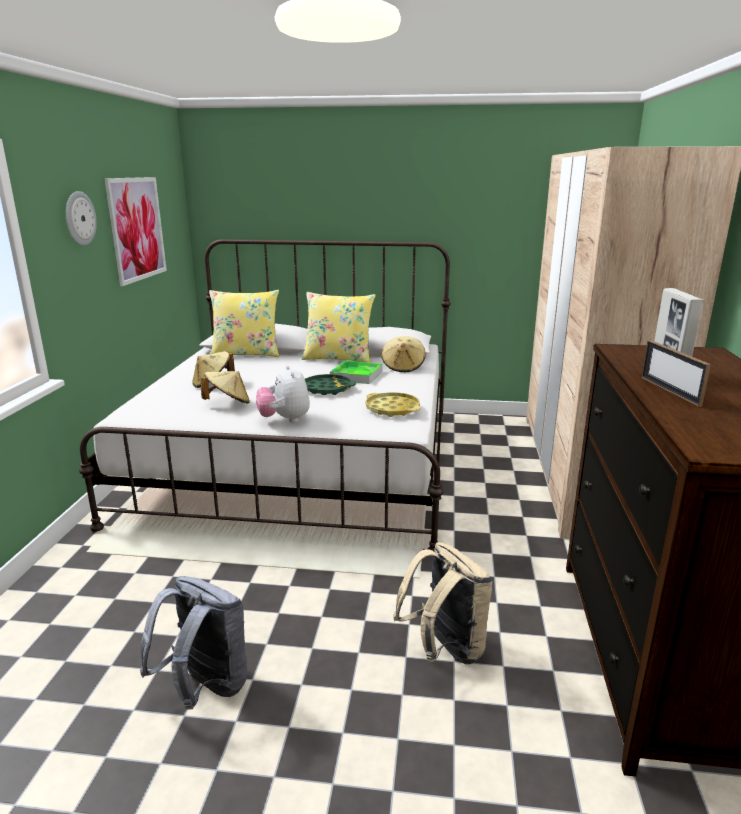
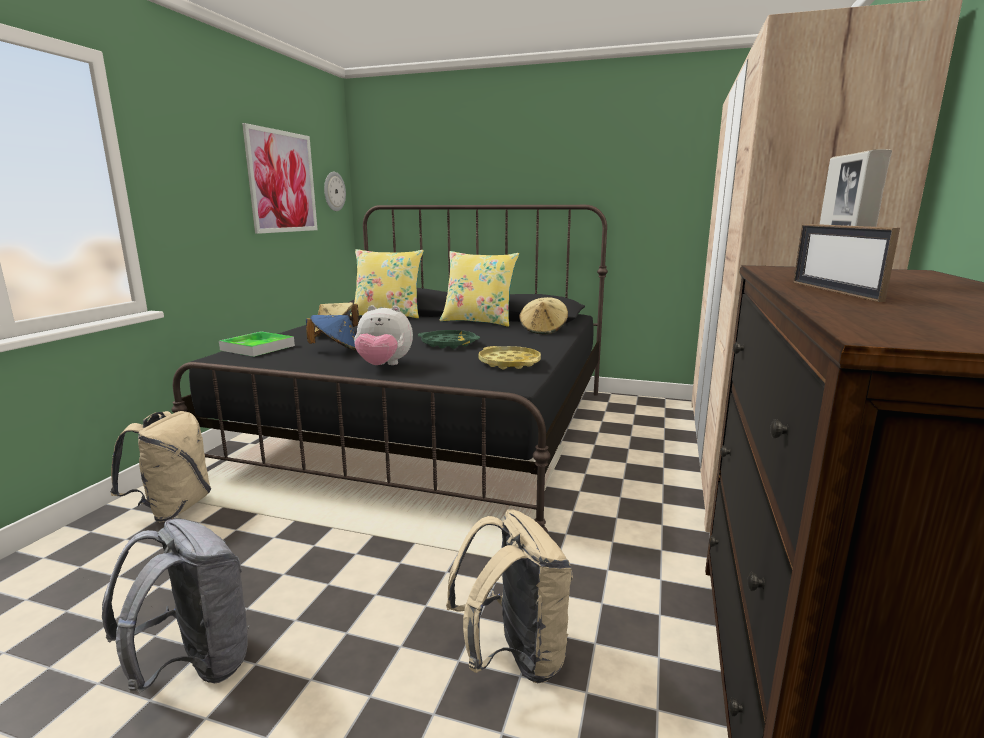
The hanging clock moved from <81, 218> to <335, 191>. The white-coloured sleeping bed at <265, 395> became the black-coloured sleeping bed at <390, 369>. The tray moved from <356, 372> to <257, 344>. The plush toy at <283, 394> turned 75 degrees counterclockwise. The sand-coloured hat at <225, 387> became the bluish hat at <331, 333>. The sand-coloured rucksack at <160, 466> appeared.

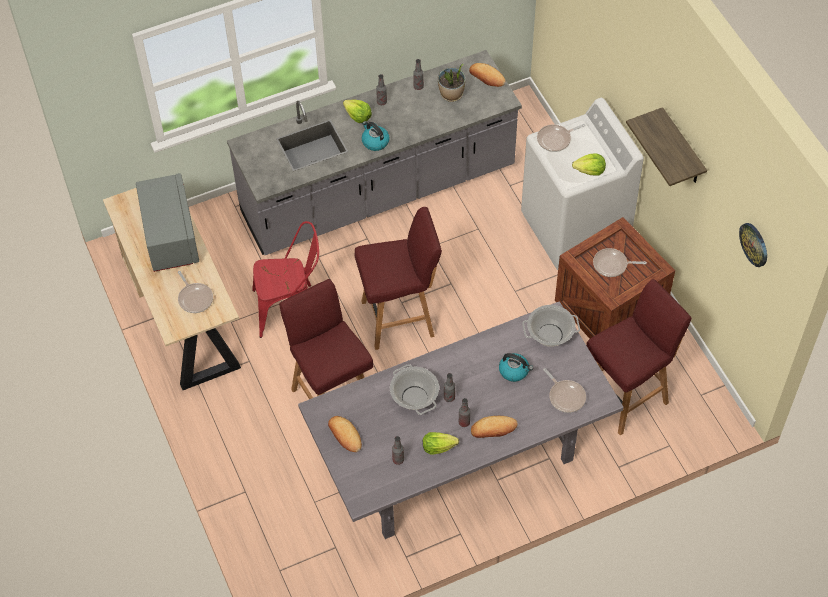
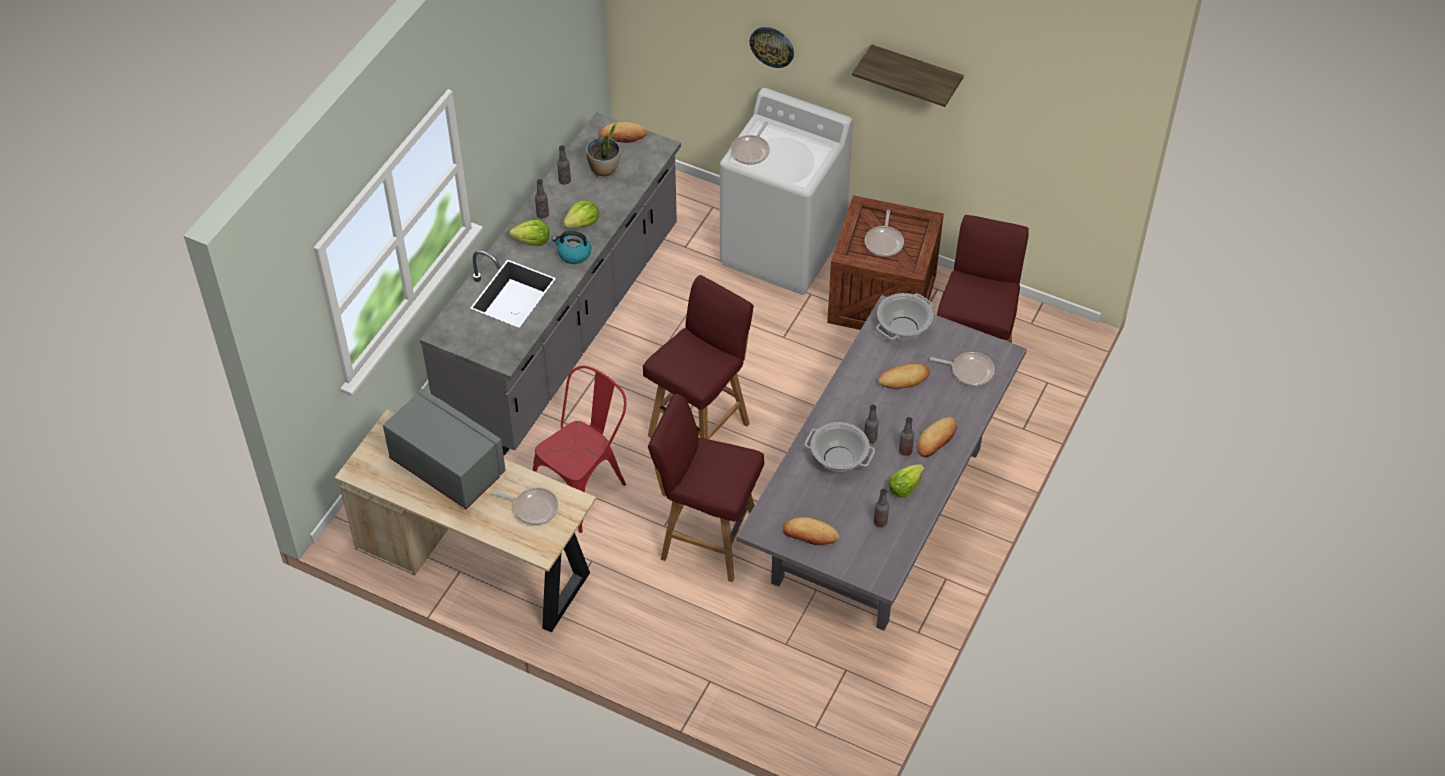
The head of lettuce moved from <589, 164> to <581, 214>. The hanging clock moved from <753, 245> to <771, 47>. The frying pan at <620, 262> turned 45 degrees counterclockwise. The kettle at <516, 367> was replaced by the bakery bread at <904, 376>.

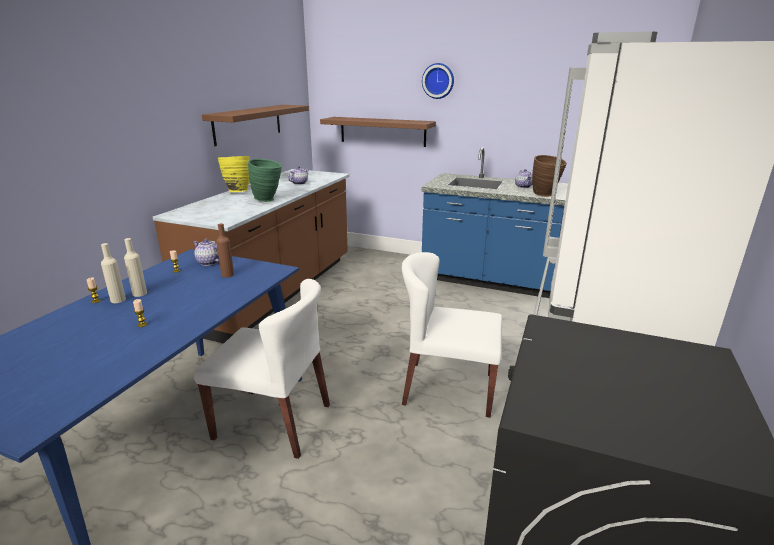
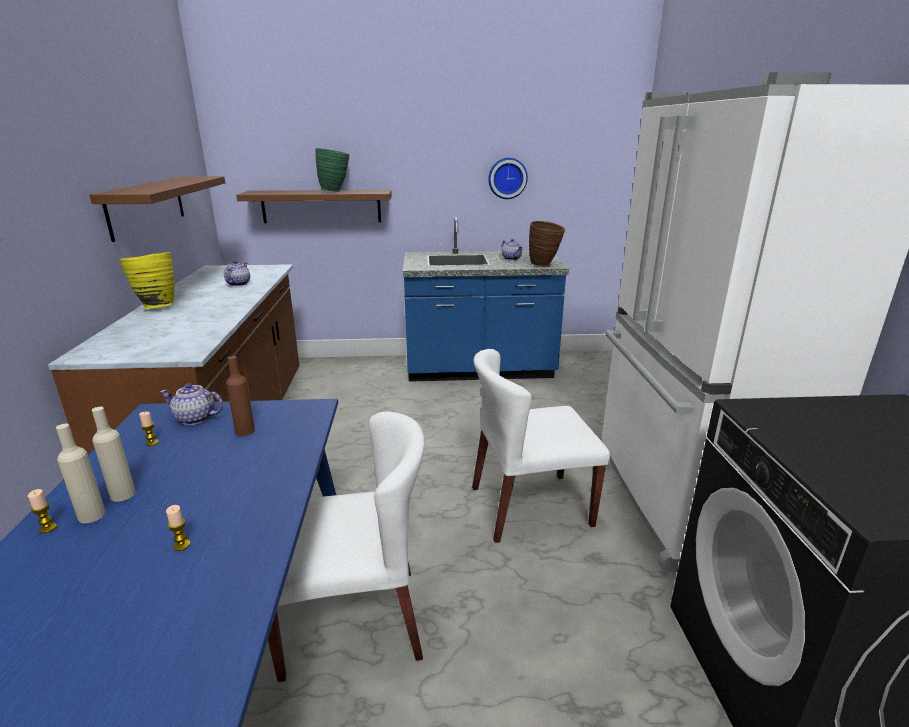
The hanging clock moved from <438, 81> to <508, 178>. The green-coloured decorative vase moved from <265, 180> to <332, 170>.

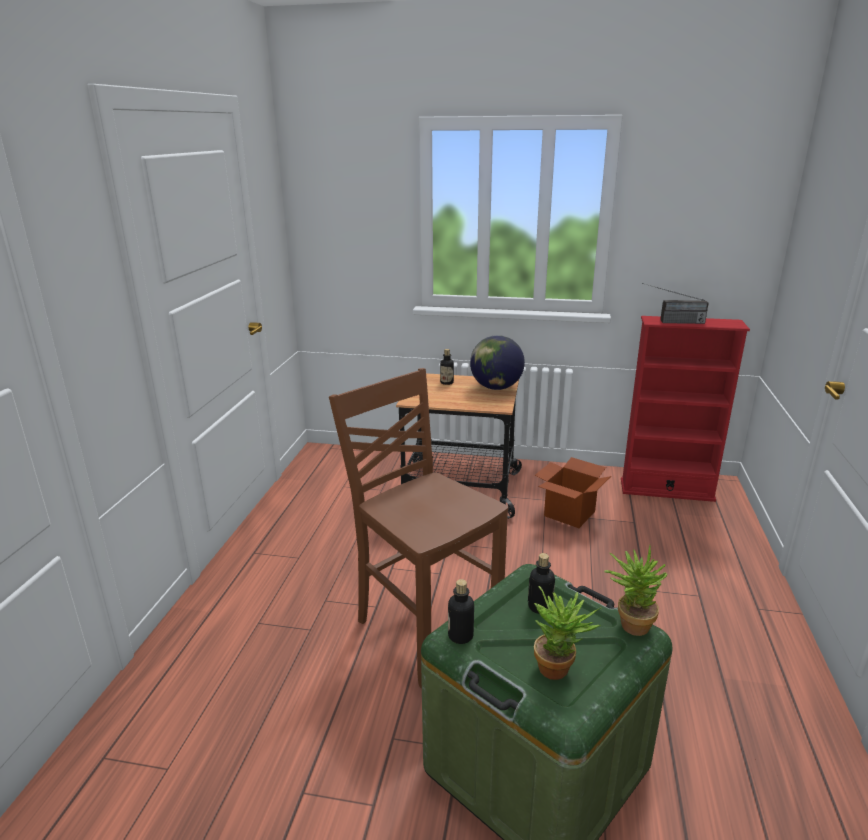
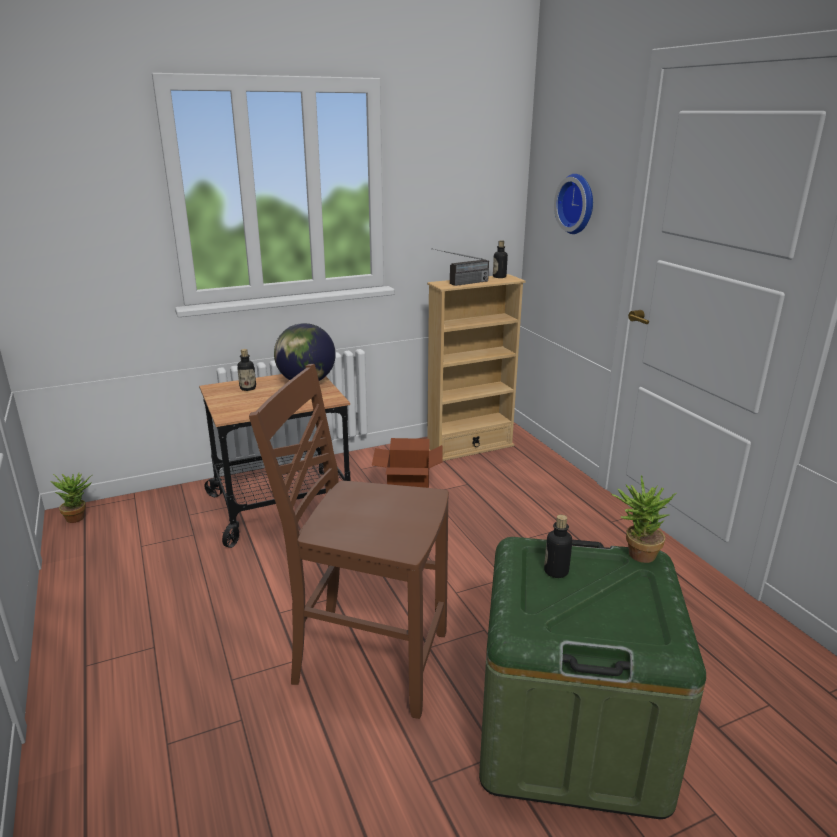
The red bookshelf at <685, 409> became the sand-coloured bookshelf at <476, 367>. The beverage bottle moved from <461, 611> to <500, 259>. The potted plant moved from <567, 633> to <71, 498>. The hanging clock at <573, 204> appeared.

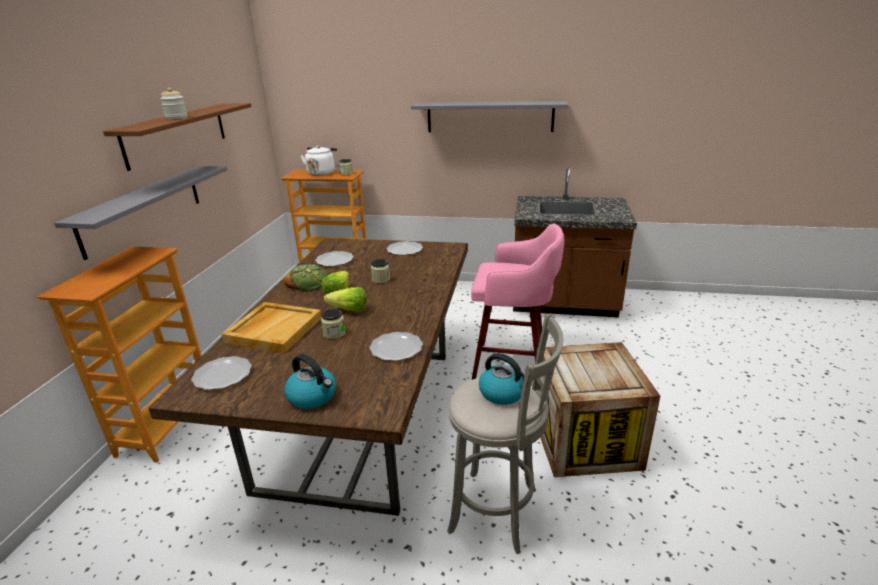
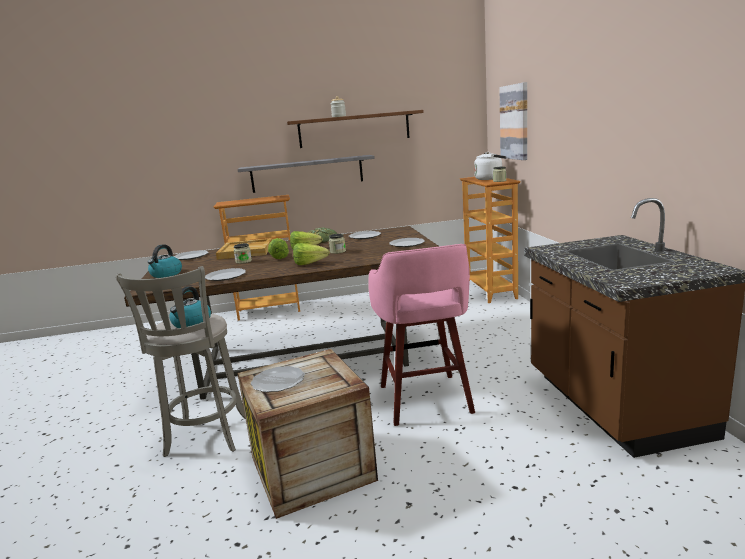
The gray shelf at <489, 116> disappeared. The wall art at <513, 121> appeared. The head of lettuce at <311, 254> appeared. The flat dish at <278, 379> appeared.

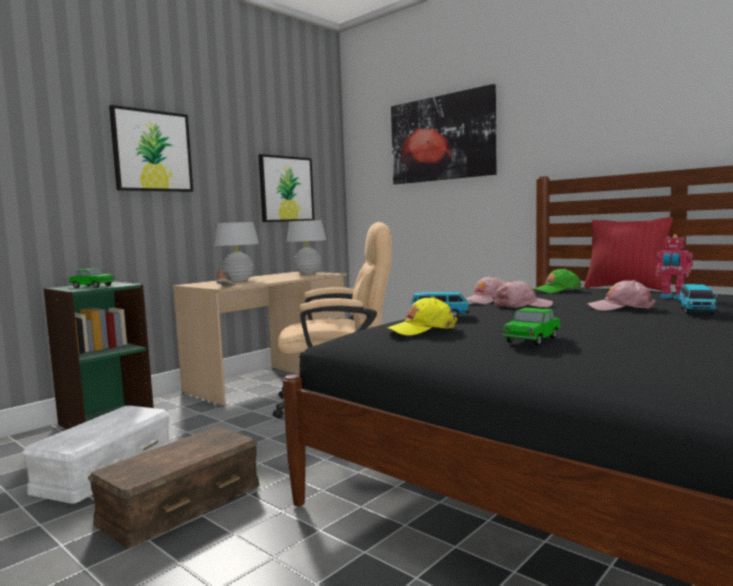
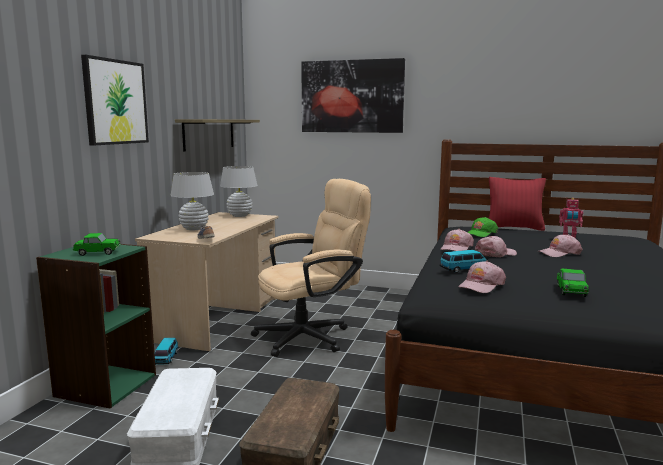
The wall art at <286, 188> was replaced by the shelf at <217, 135>. The toy car moved from <697, 299> to <167, 351>. The yellow-coloured peaked cap at <422, 316> became the pinkish peaked cap at <482, 277>.

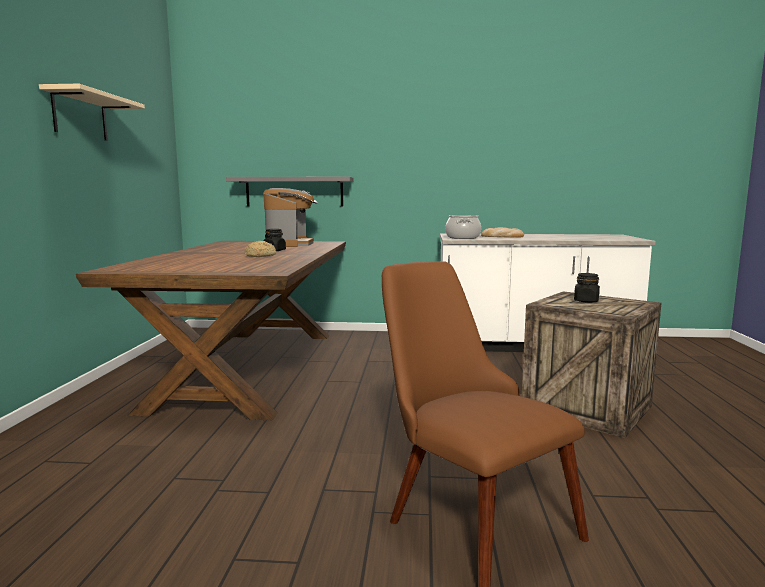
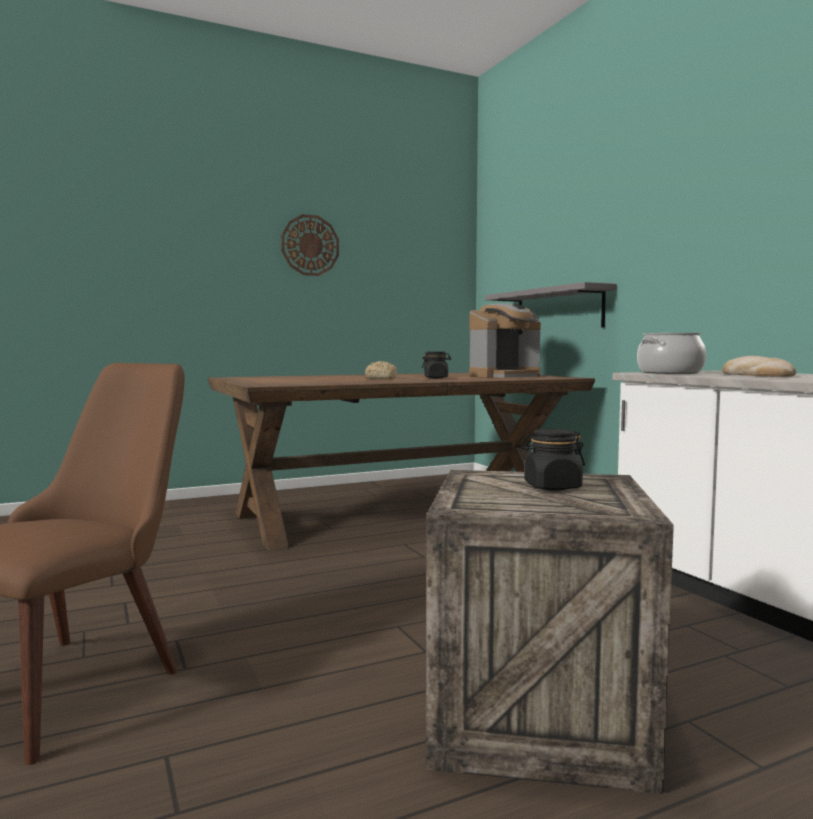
The sand-coloured shelf at <92, 112> was replaced by the hanging clock at <310, 245>.

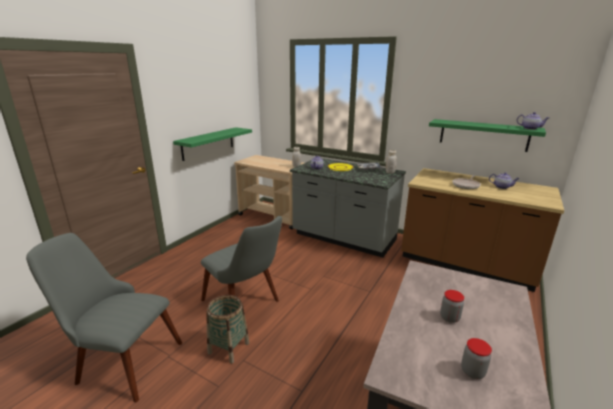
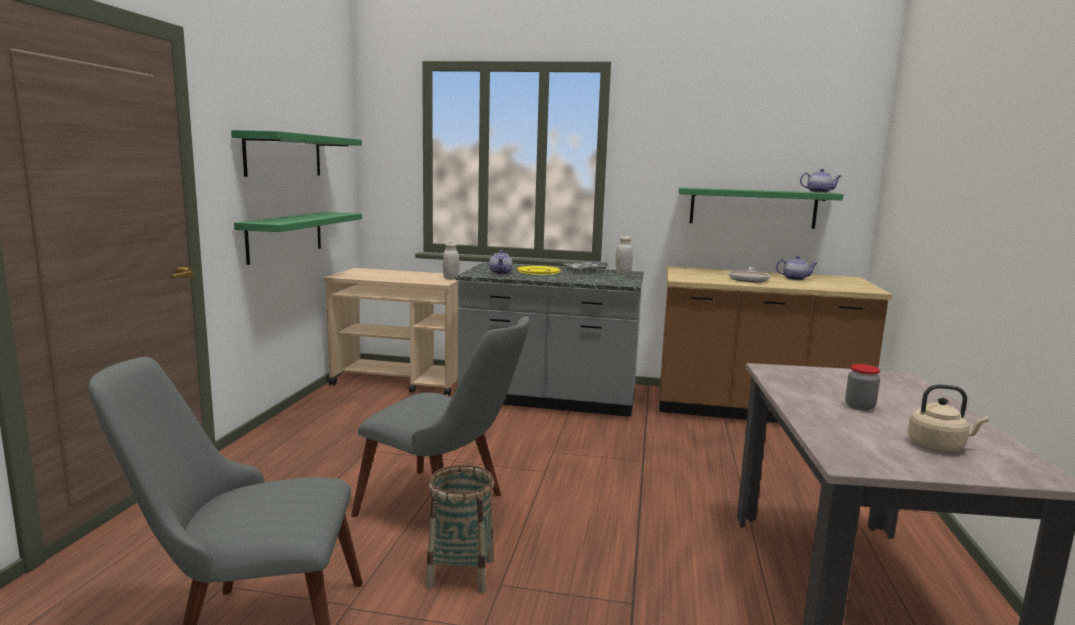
The preserve jar at <476, 358> was replaced by the sand-coloured kettle at <948, 417>. The green-coloured shelf at <296, 153> appeared.

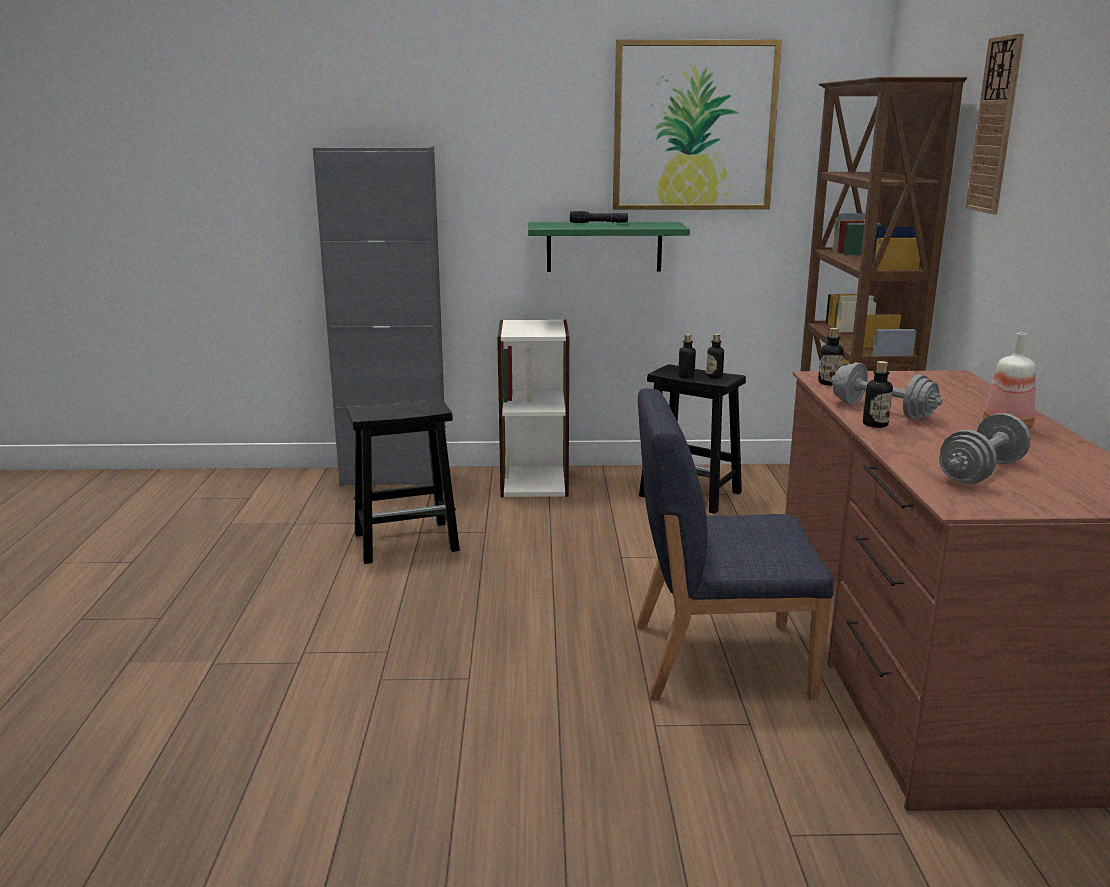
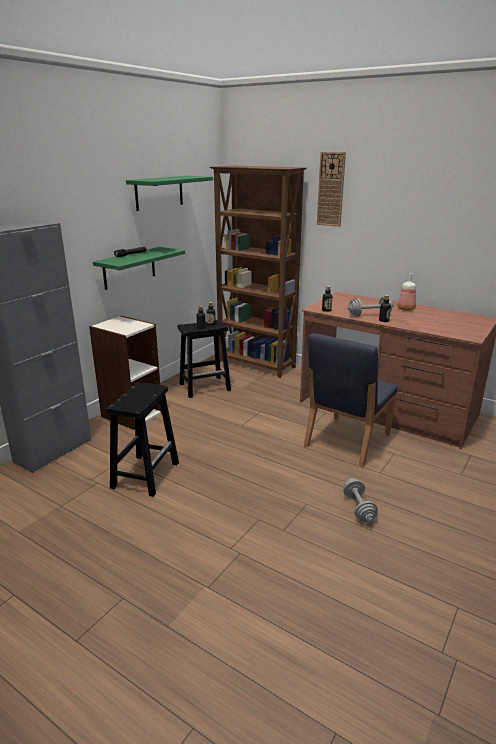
The wall art at <697, 125> was replaced by the green-coloured shelf at <169, 193>. The gray hand weight moved from <985, 448> to <360, 501>.

